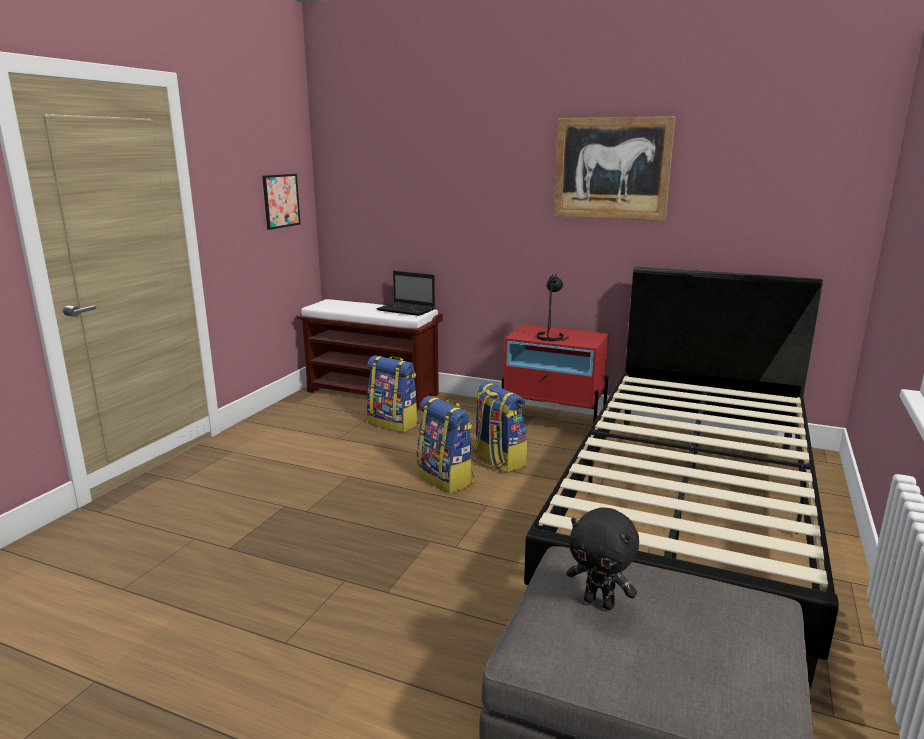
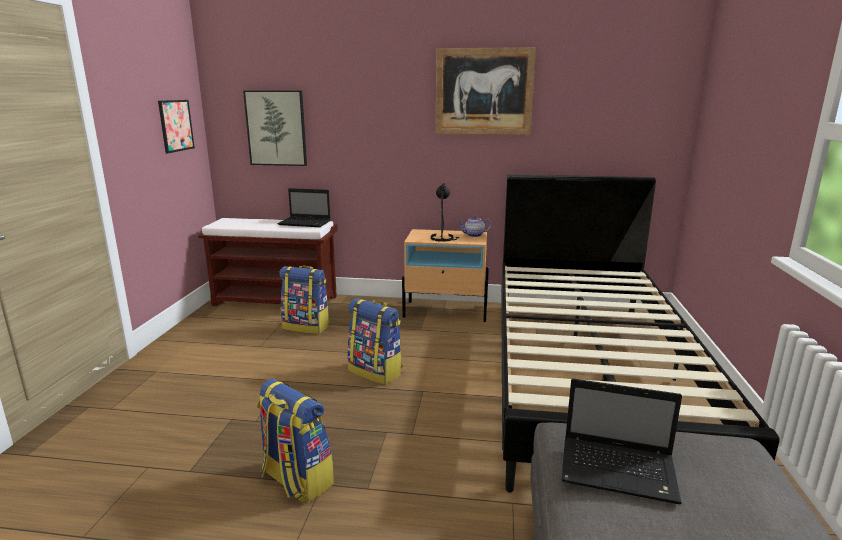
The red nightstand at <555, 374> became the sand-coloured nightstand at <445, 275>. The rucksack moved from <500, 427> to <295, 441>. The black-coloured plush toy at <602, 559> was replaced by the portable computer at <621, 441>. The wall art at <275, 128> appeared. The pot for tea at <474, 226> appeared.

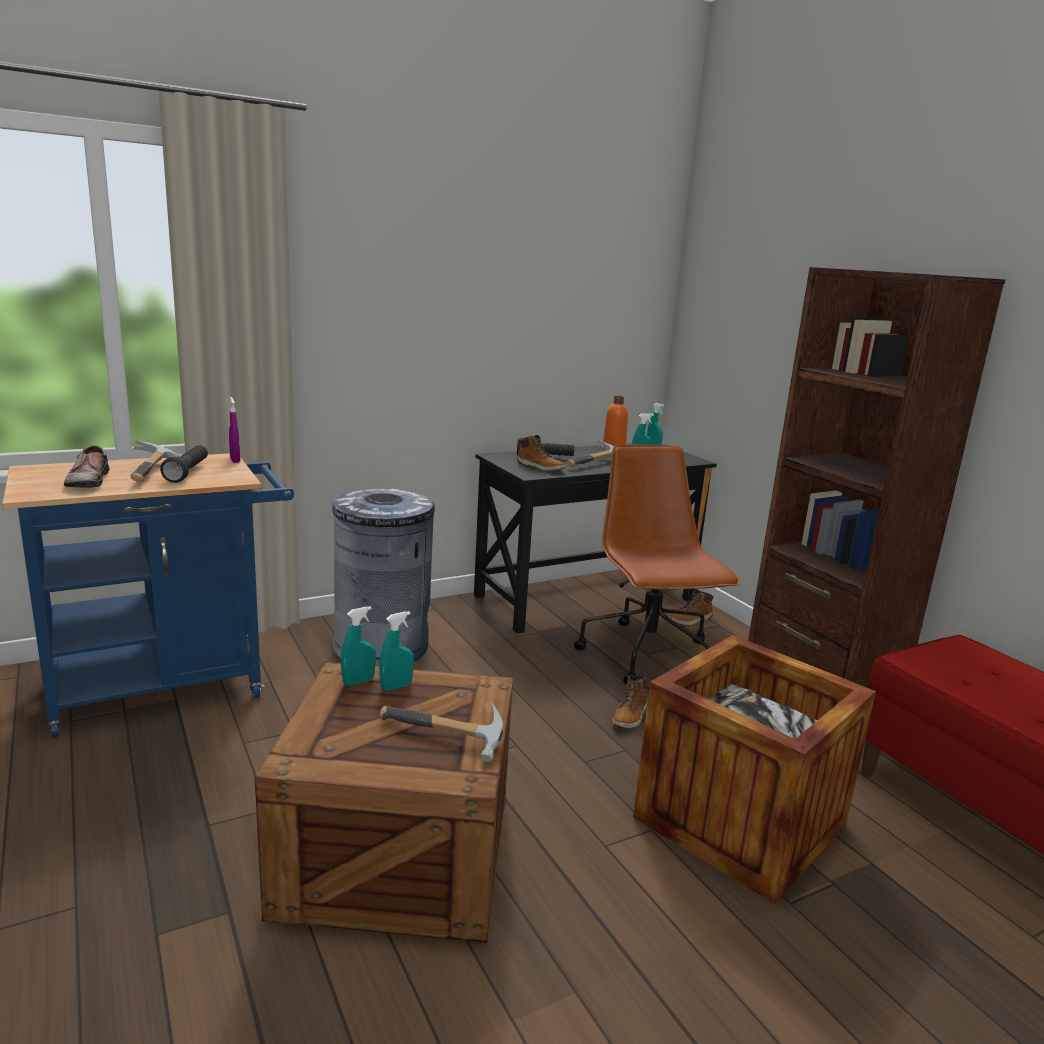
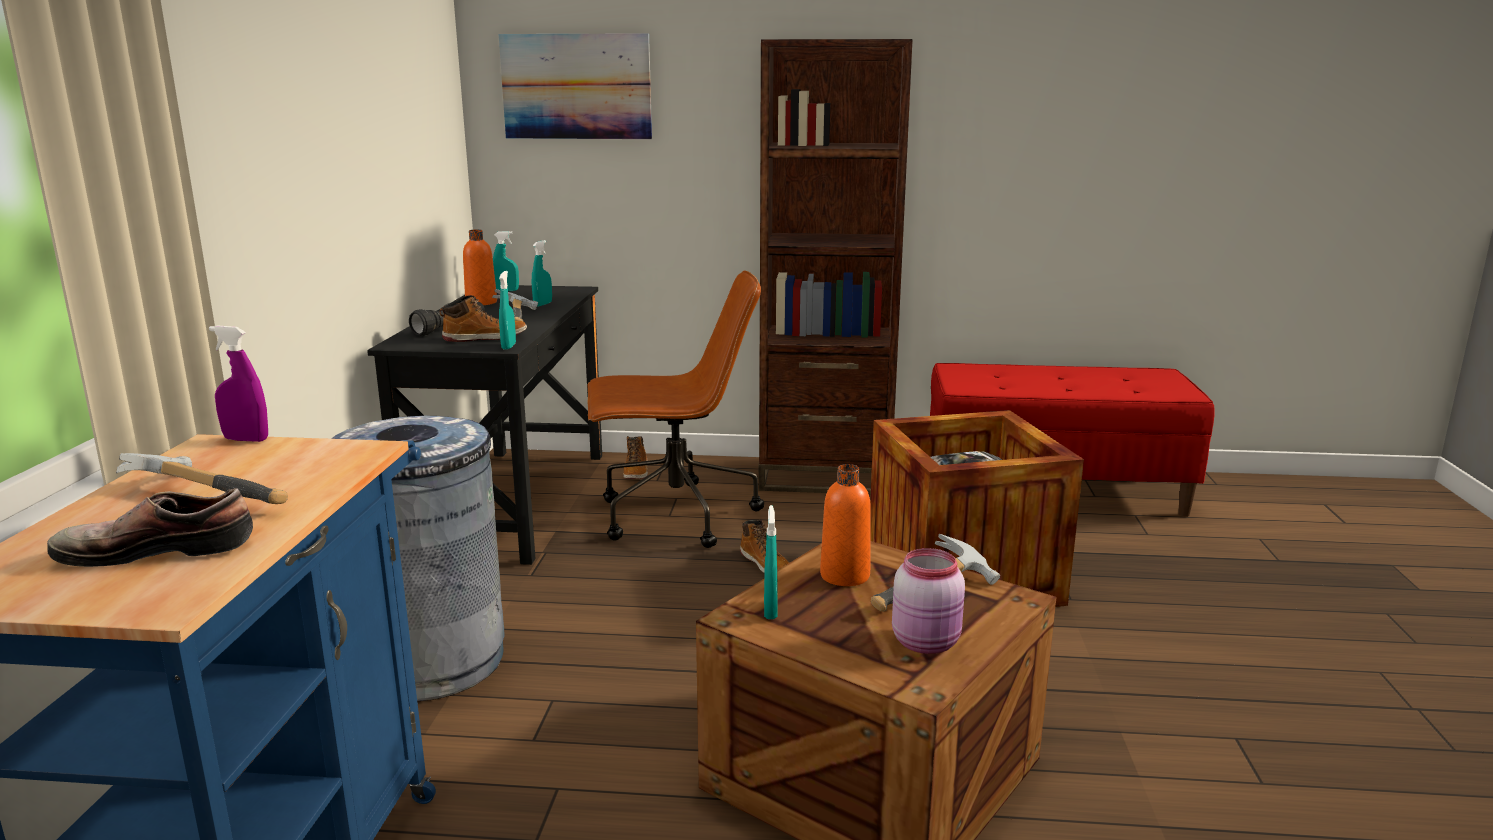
The brown-coloured desk chair at <657, 564> turned 150 degrees clockwise. The low shoe at <87, 466> turned 150 degrees clockwise. The black-coloured hand torch at <184, 464> disappeared. The turquoise sprayer moved from <396, 651> to <507, 310>. The wall art at <575, 86> appeared. The orangey beverage bottle at <845, 525> appeared. The pinkish preserve jar at <928, 601> appeared.

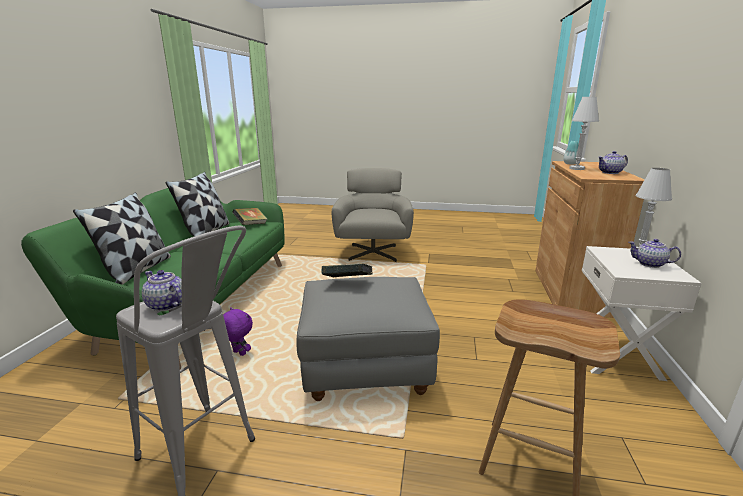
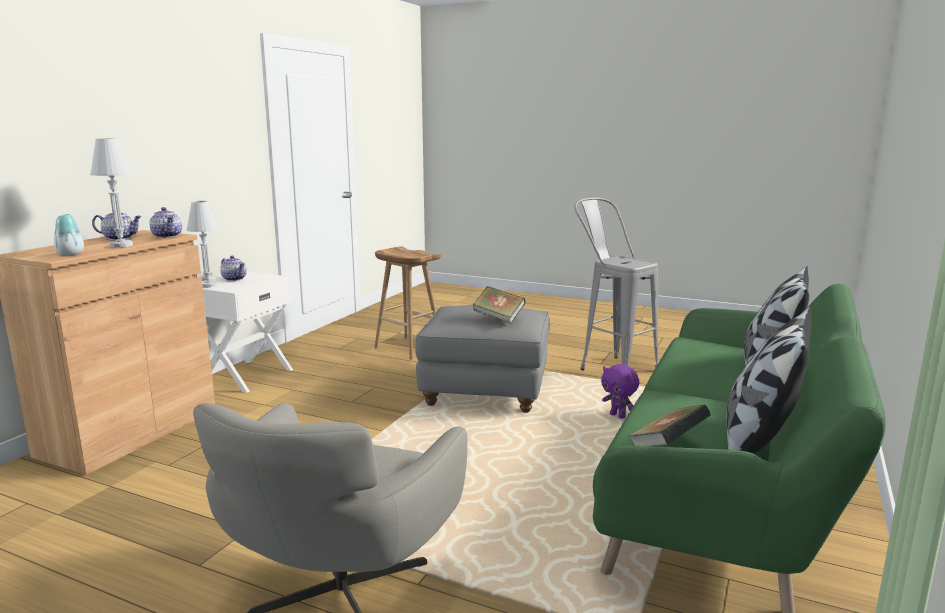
The pot for tea moved from <162, 290> to <165, 222>.

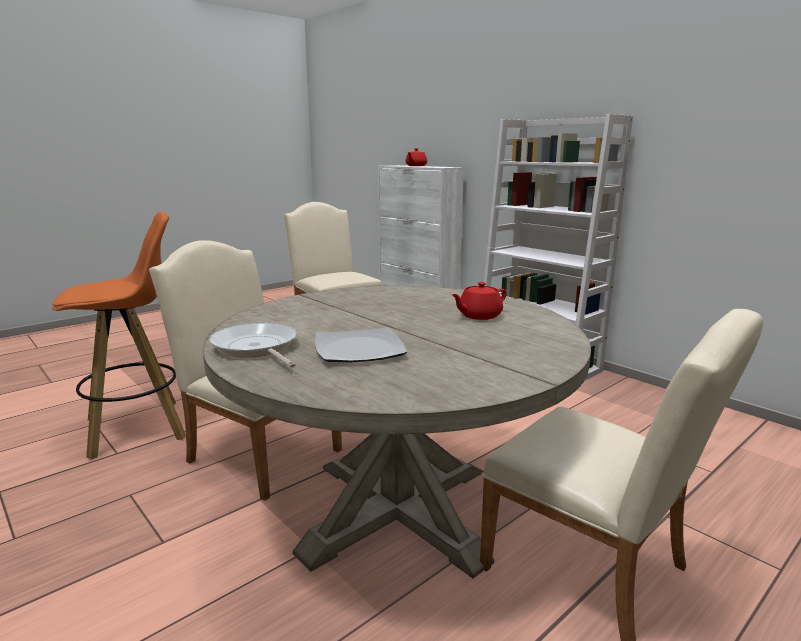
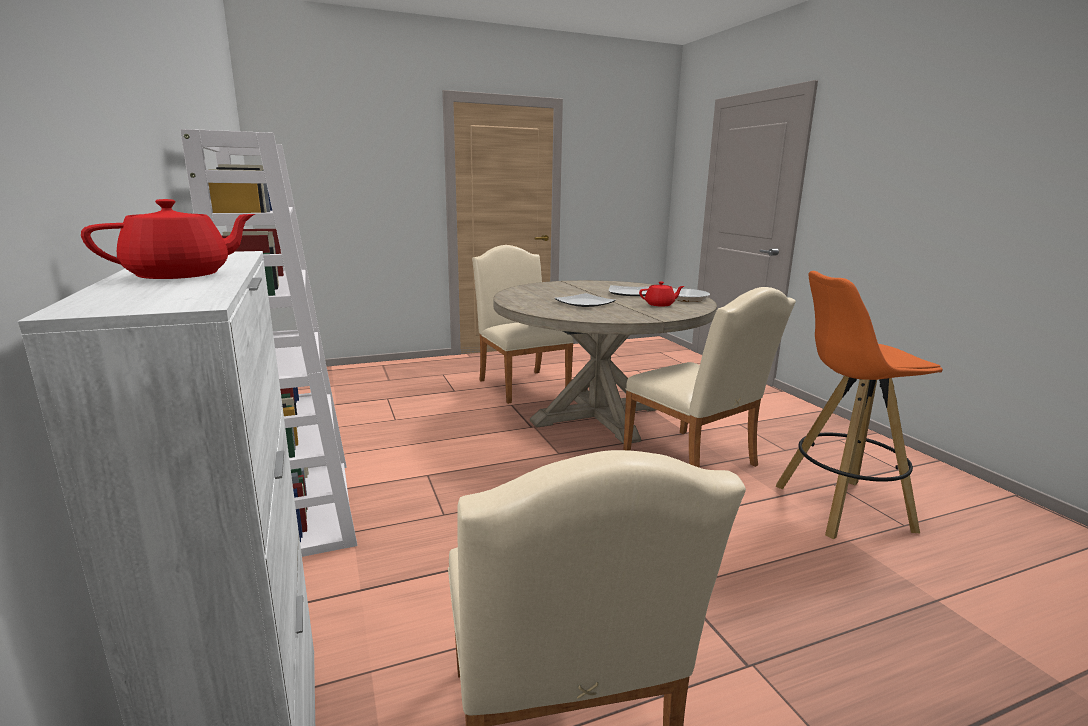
The red pot for tea moved from <479, 301> to <661, 293>. The flat dish at <585, 300> appeared.

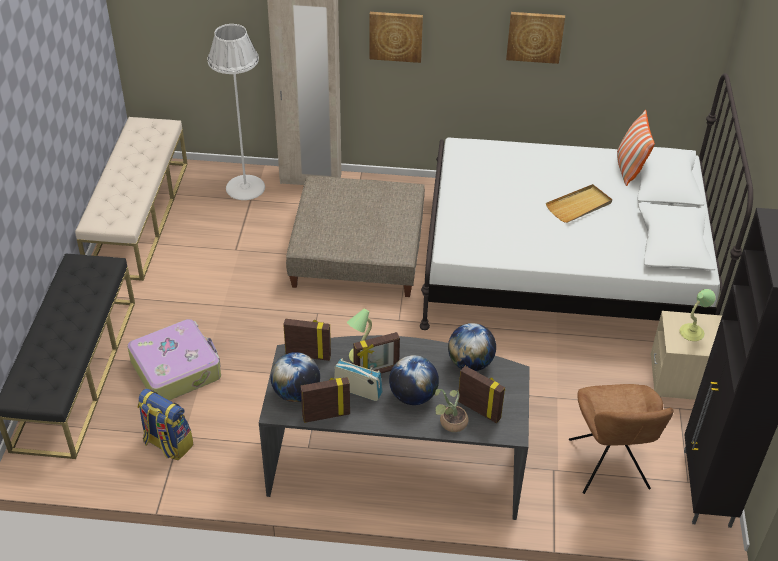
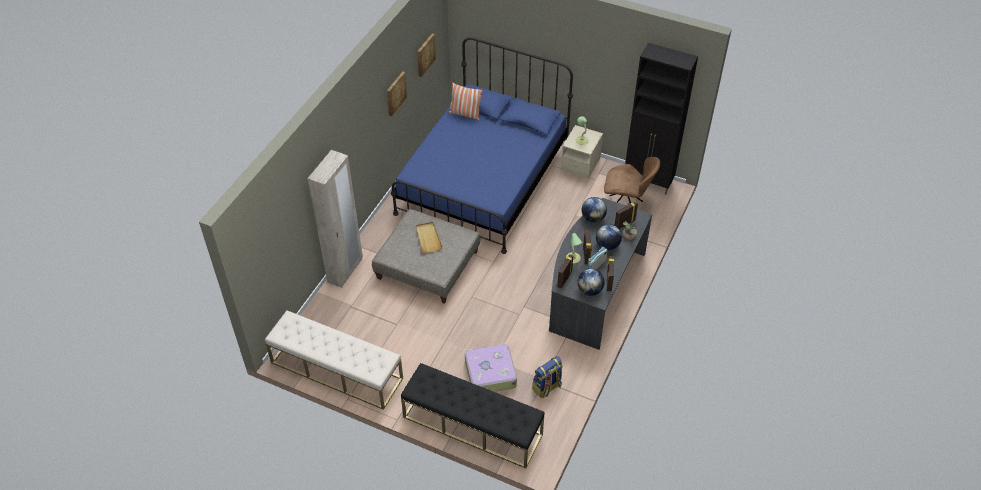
The wall art moved from <396, 37> to <426, 55>. The white-coloured standing lamp at <236, 112> disappeared. The white-coloured sleeping bed at <586, 201> became the bluish sleeping bed at <482, 145>. The sand-coloured tray moved from <579, 203> to <429, 237>.

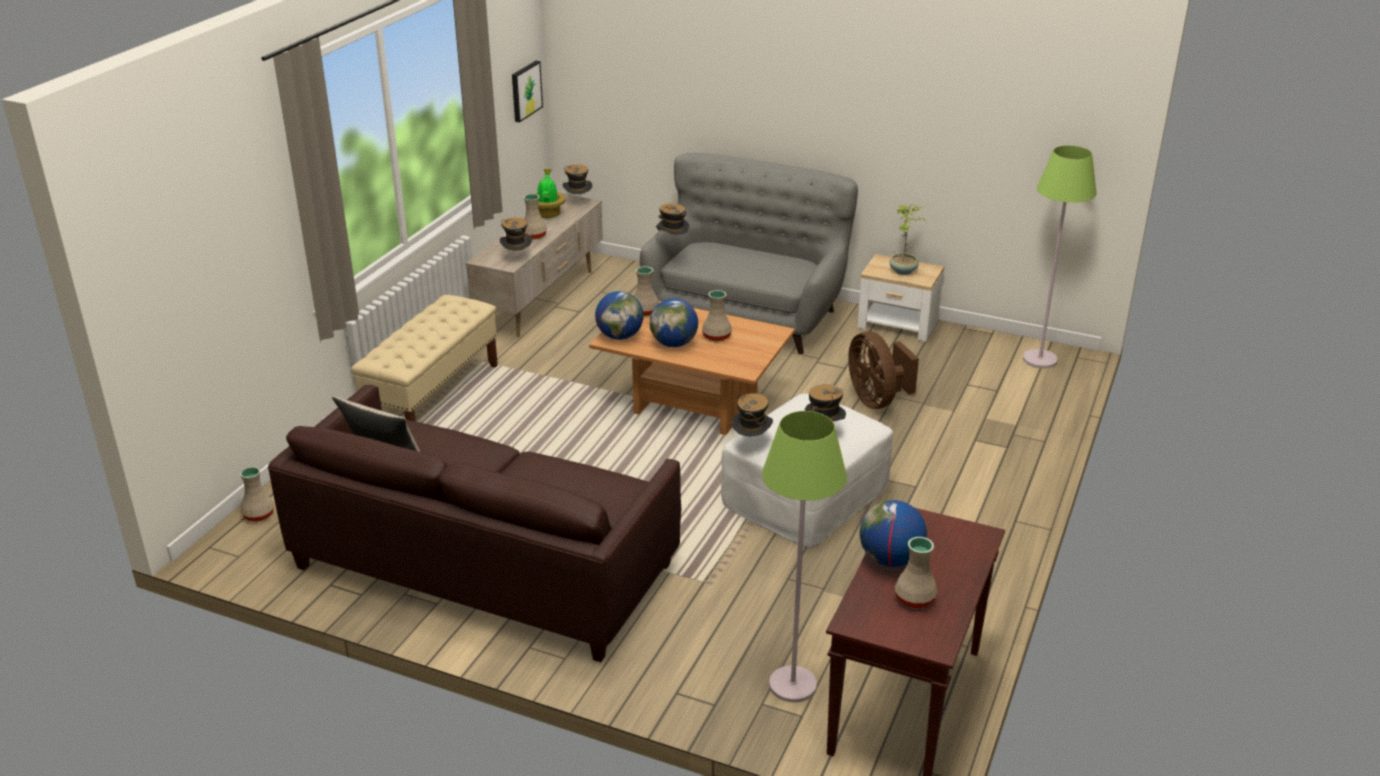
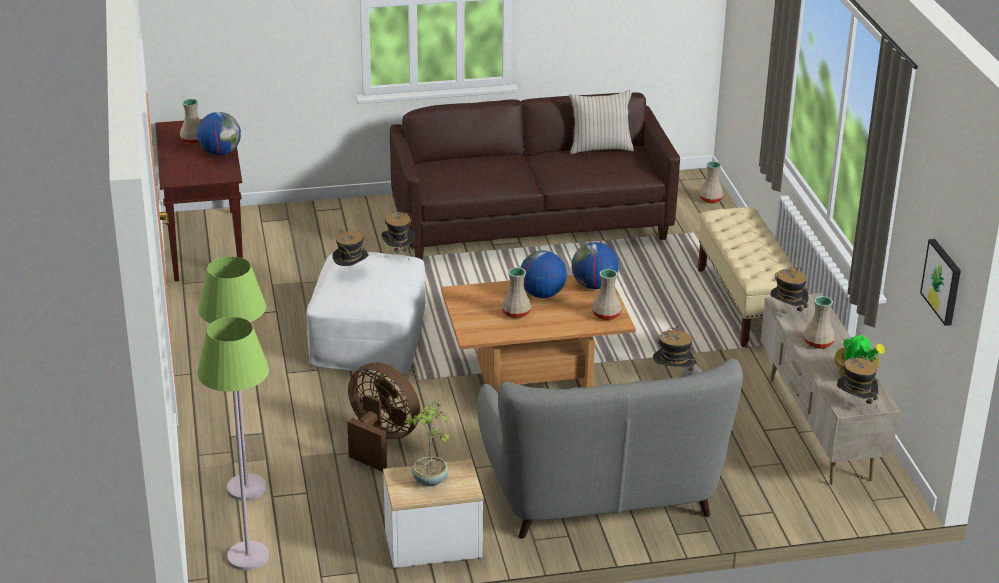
The green-coloured standing lamp moved from <804, 557> to <232, 378>.

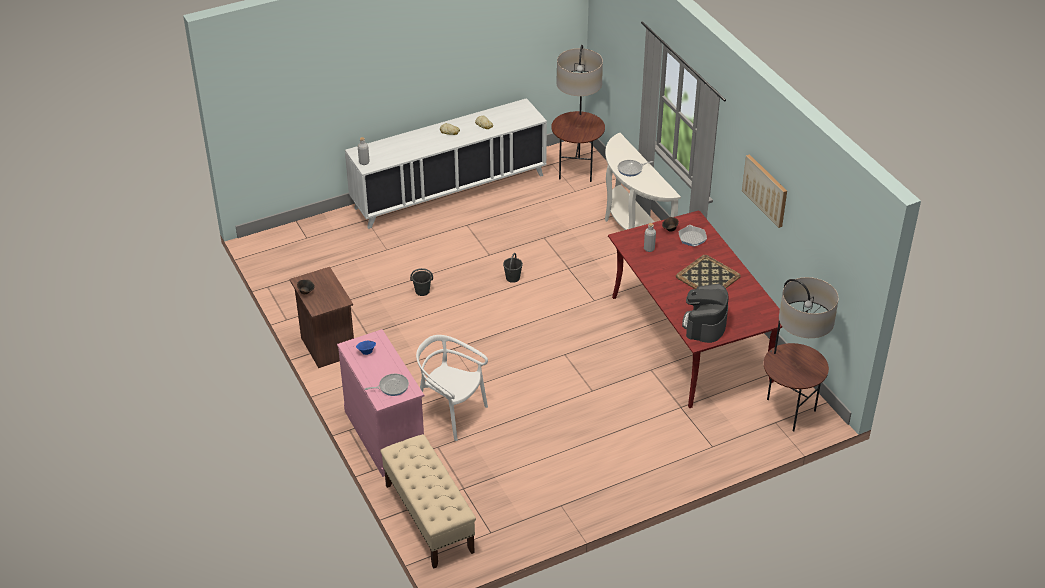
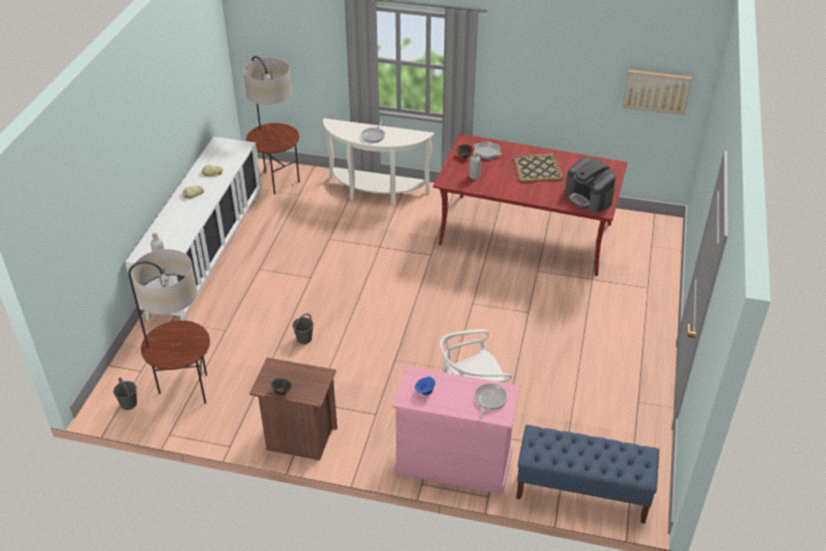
The wall art moved from <764, 191> to <657, 92>. The gray water bucket moved from <513, 268> to <125, 393>. The standing lamp moved from <801, 354> to <169, 326>. The sand-coloured bench at <428, 501> became the bluish bench at <587, 474>.

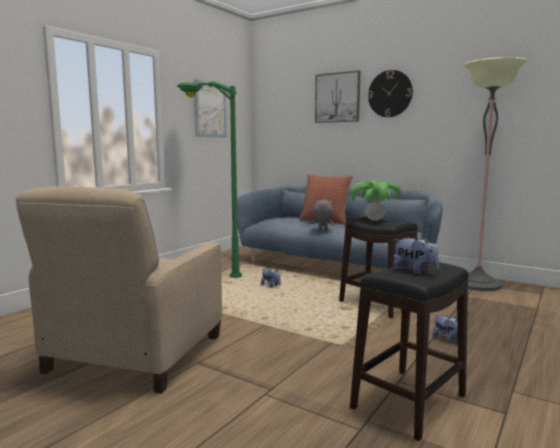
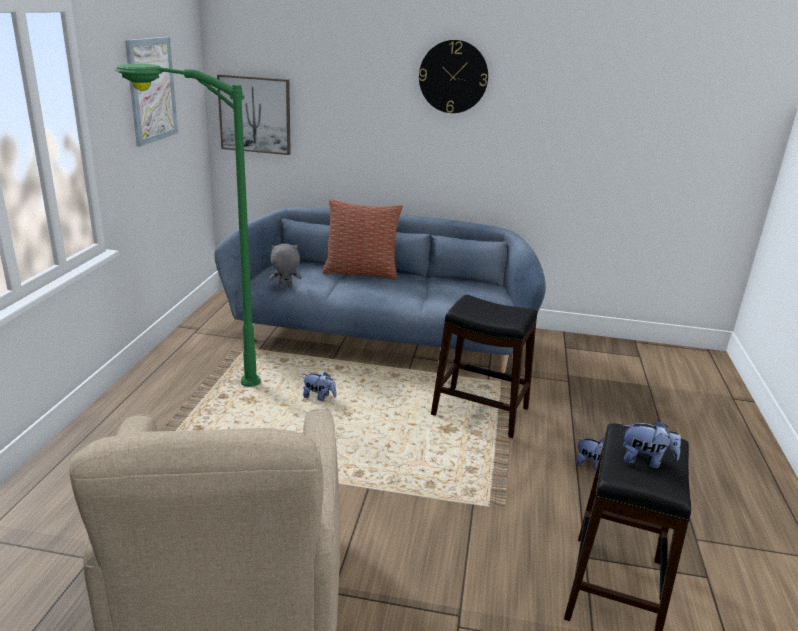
The standing lamp at <496, 174> disappeared. The wall art moved from <338, 96> to <254, 114>. The potted plant at <376, 200> disappeared. The gray plush toy moved from <323, 215> to <285, 266>.

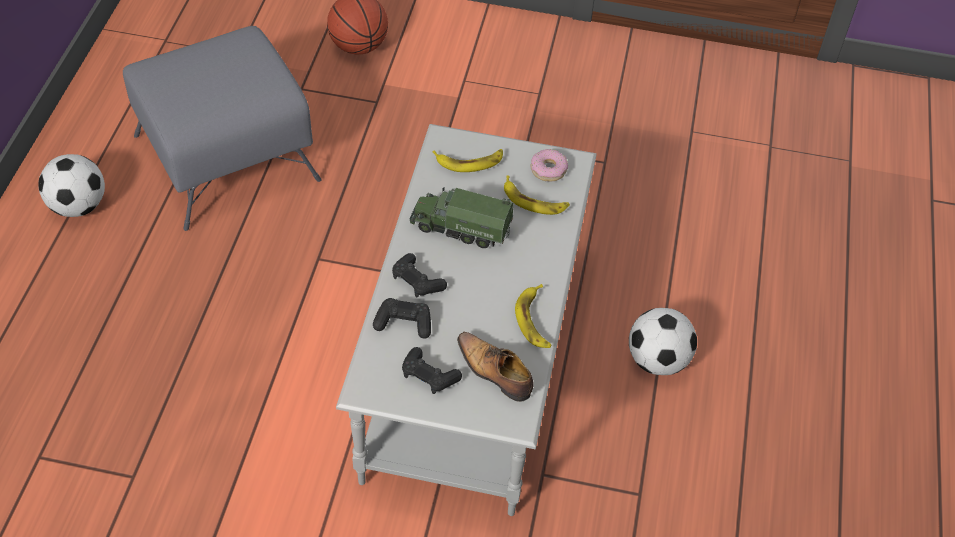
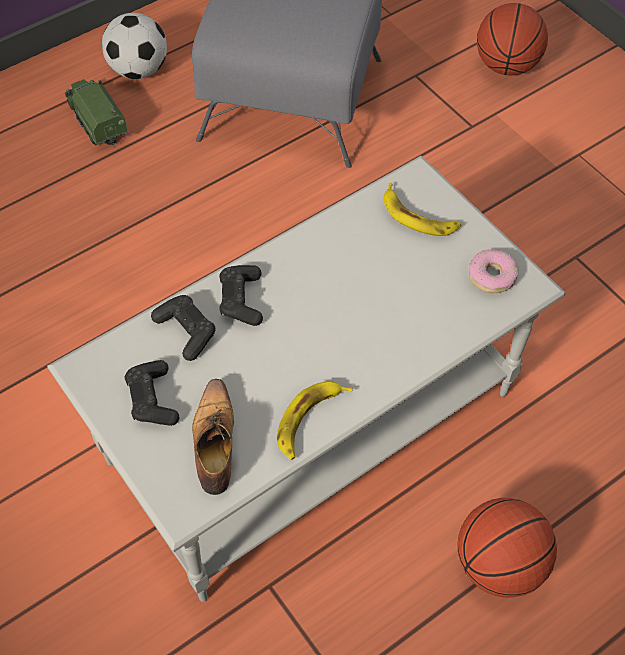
The whole banana at <537, 195> disappeared. The model truck moved from <461, 217> to <96, 113>. The football ball at <663, 341> was replaced by the basketball at <507, 548>.

